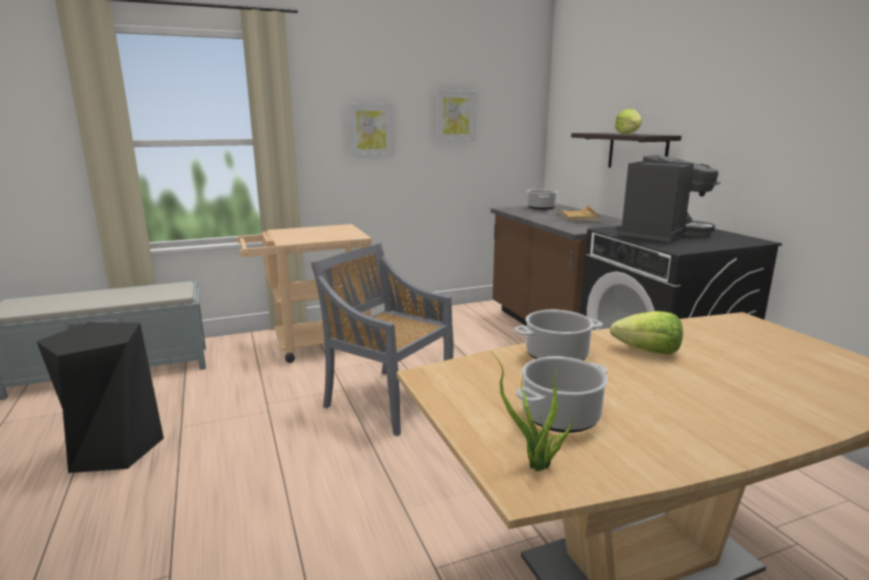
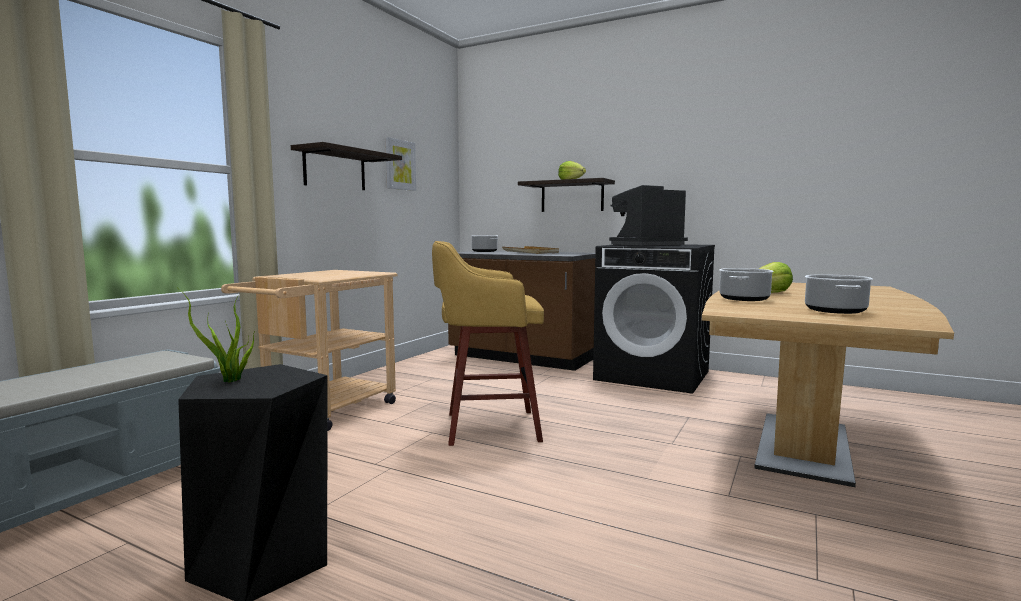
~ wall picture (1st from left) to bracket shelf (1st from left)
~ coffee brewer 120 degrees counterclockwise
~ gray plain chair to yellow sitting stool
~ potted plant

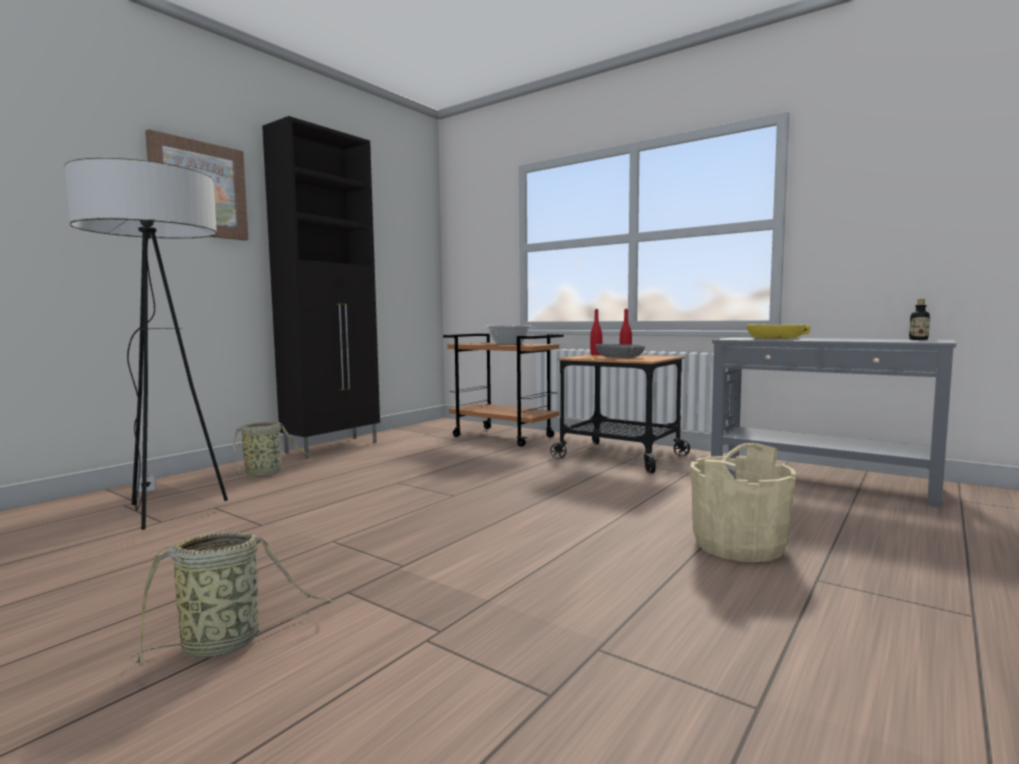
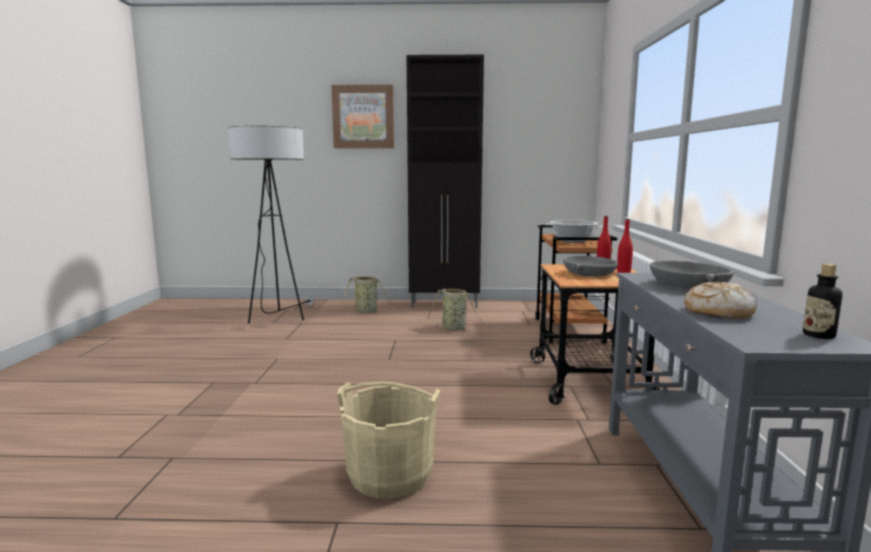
~ yellow deep dish to gray deep dish (2nd from left)
~ household basket (1st from left in the first image) to household basket (2nd from left)
+ baked bread

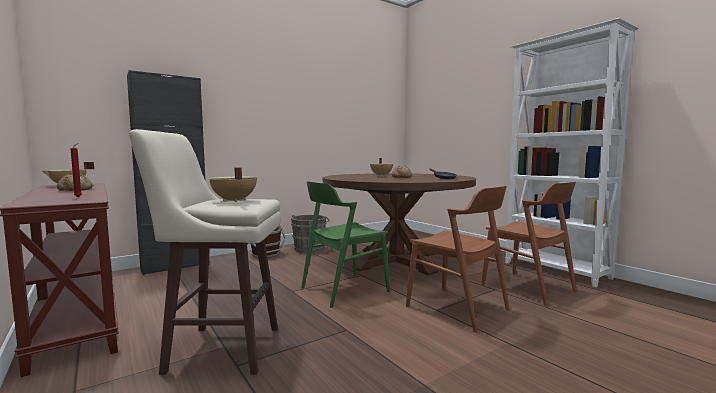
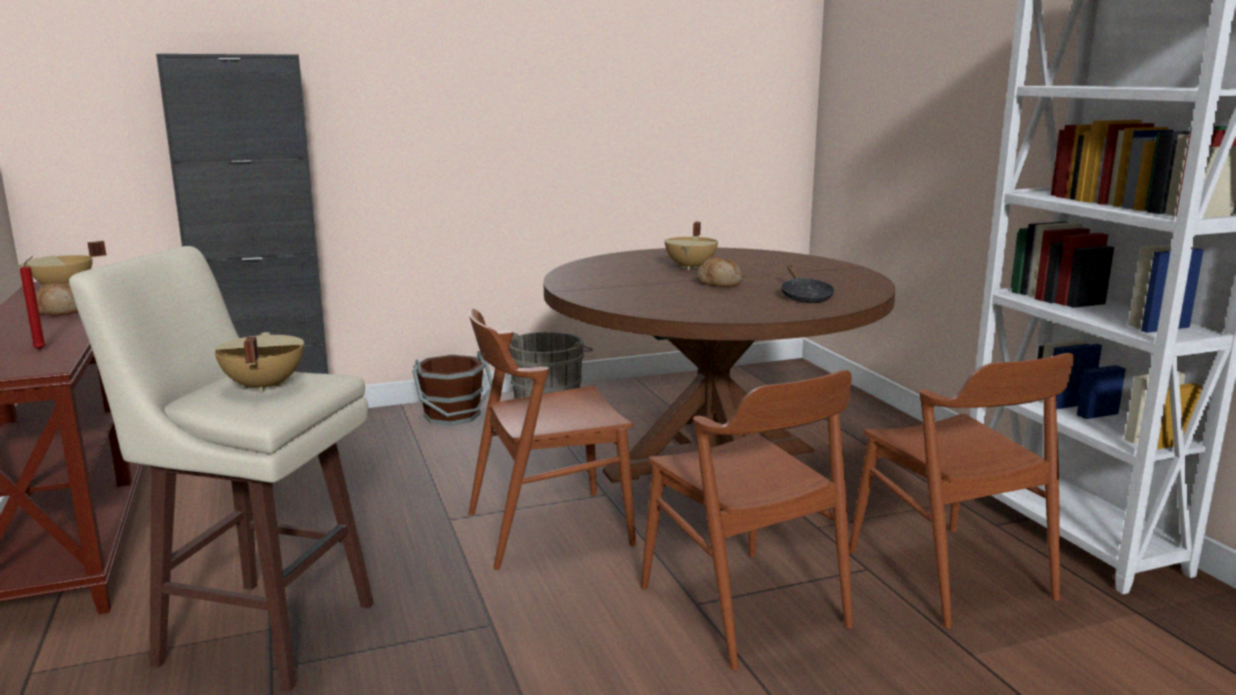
~ green-coloured plain chair to brown-coloured plain chair (1st from left)

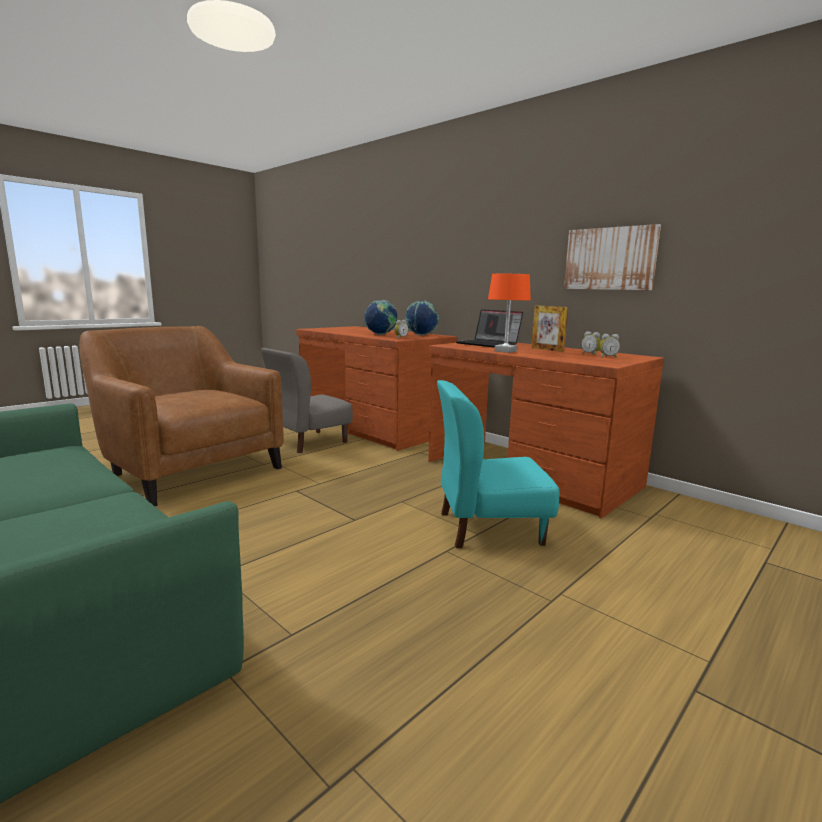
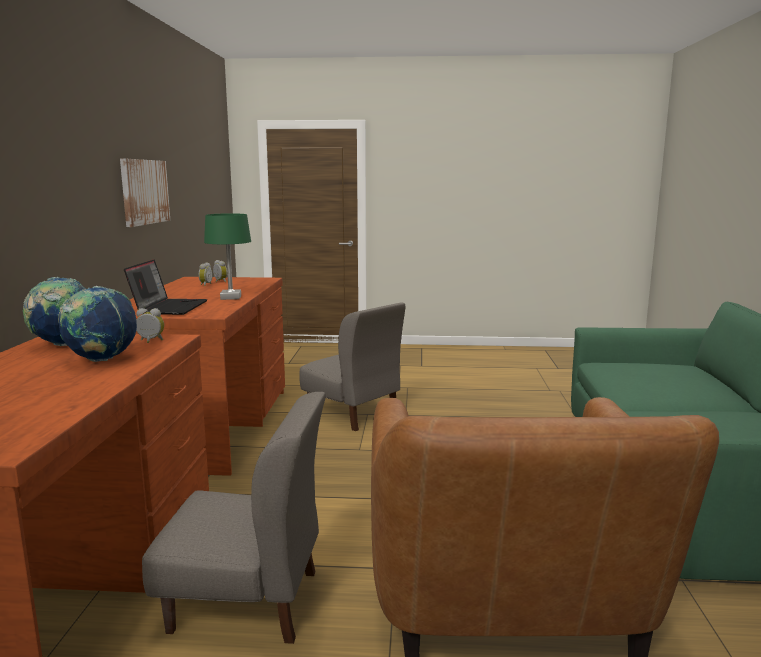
~ orange table lamp to green-coloured table lamp
- picture frame
~ turquoise plain chair to gray plain chair (2nd from left)

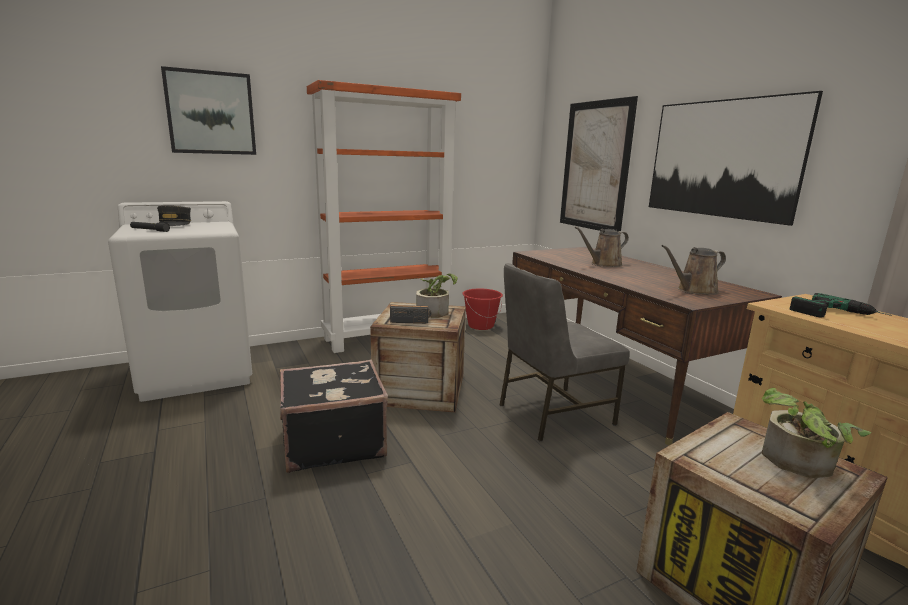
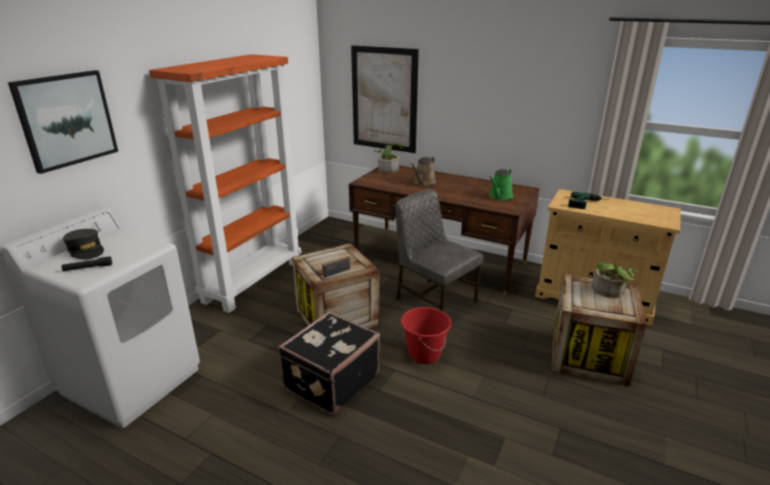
- wall picture (3rd from left)
~ brown-coloured watering can (2nd from left) to green-coloured watering can
~ gray plain chair 105 degrees clockwise
~ potted plant (1st from left)
~ red bucket

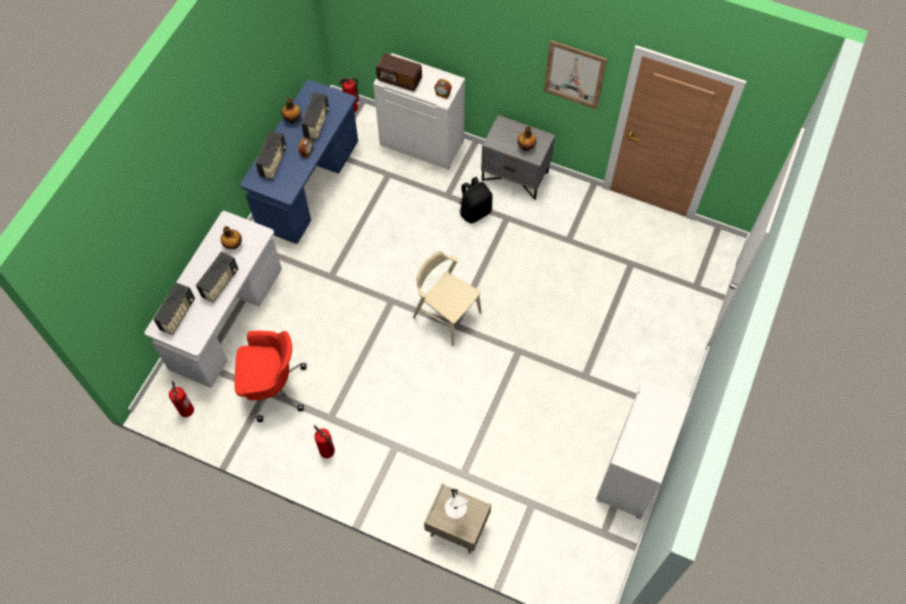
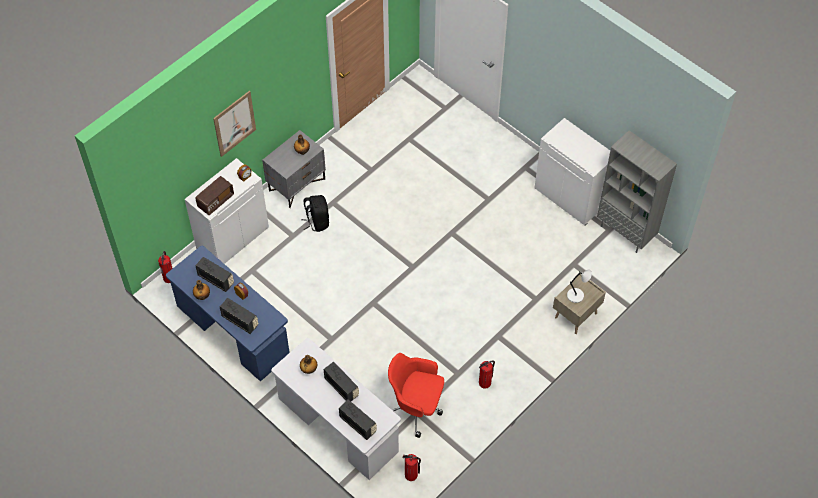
~ wall picture
- beige-coloured plain chair
~ red computer chair 90 degrees counterclockwise
+ gray shelving unit

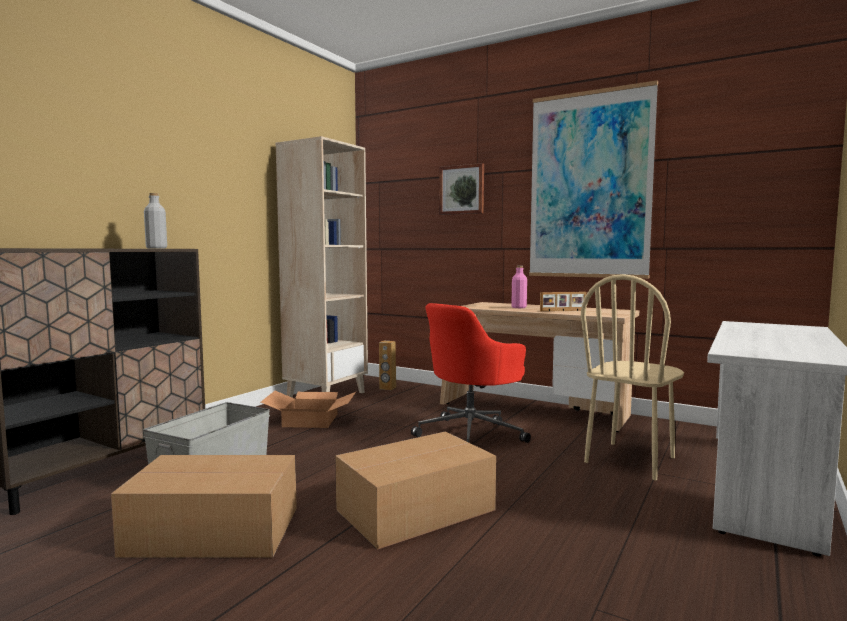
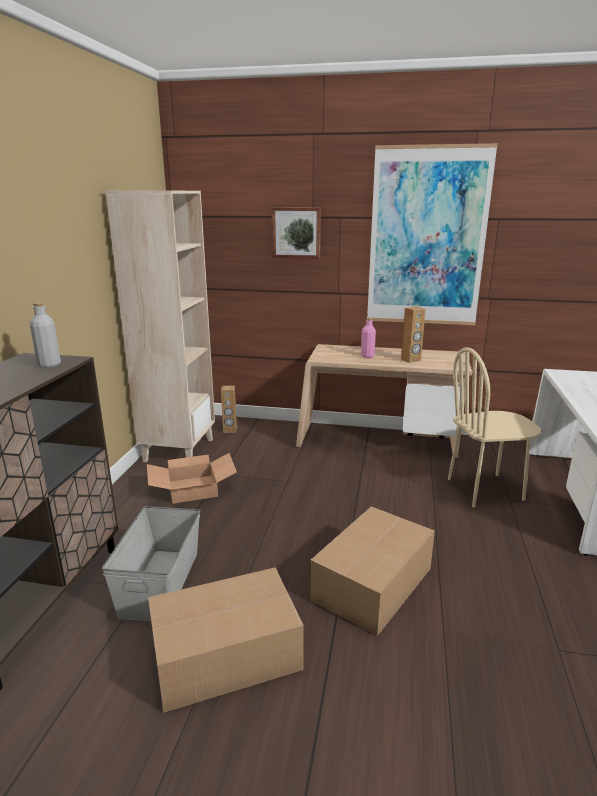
~ beige-coloured plain chair 60 degrees clockwise
~ picture frame to brown-coloured audio speaker (2nd from left)
- red computer chair

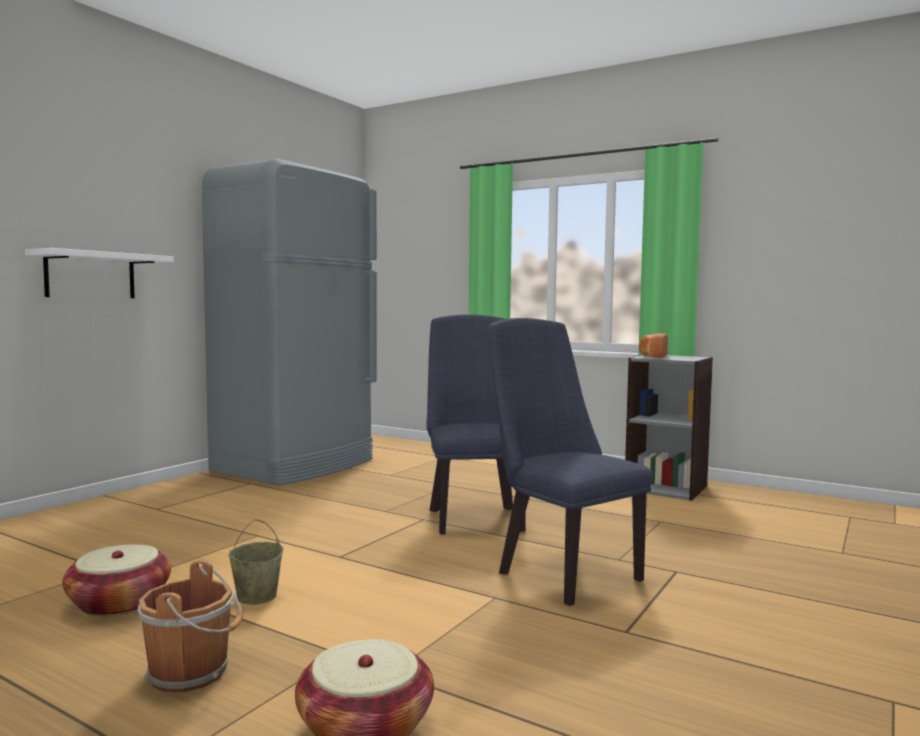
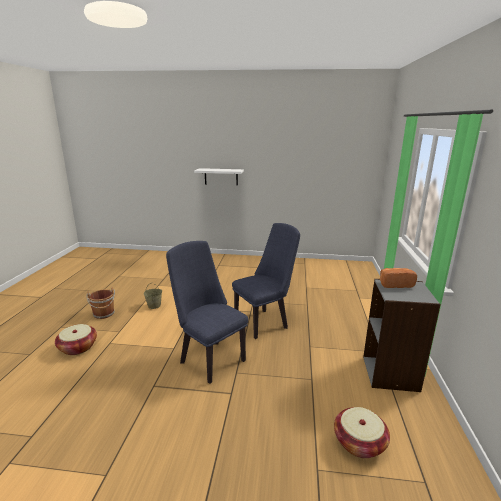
- gray refrigerator
~ blue plain chair (2nd from left in the first image) 75 degrees counterclockwise
~ household basket (1st from left in the first image) to household basket (2nd from left)

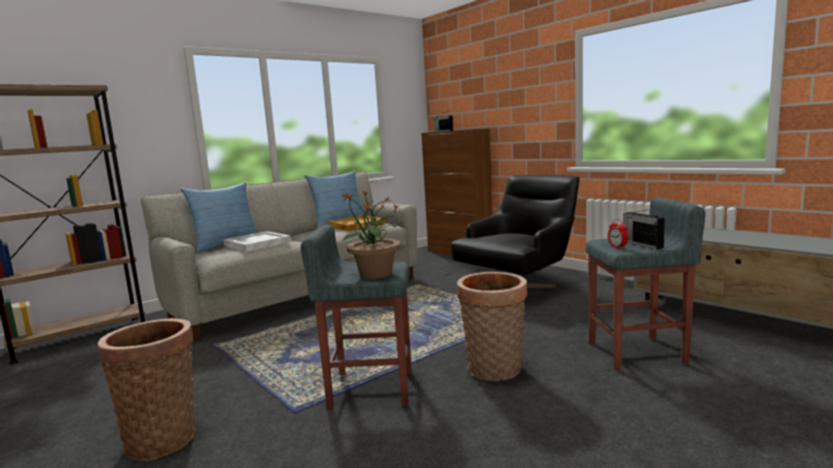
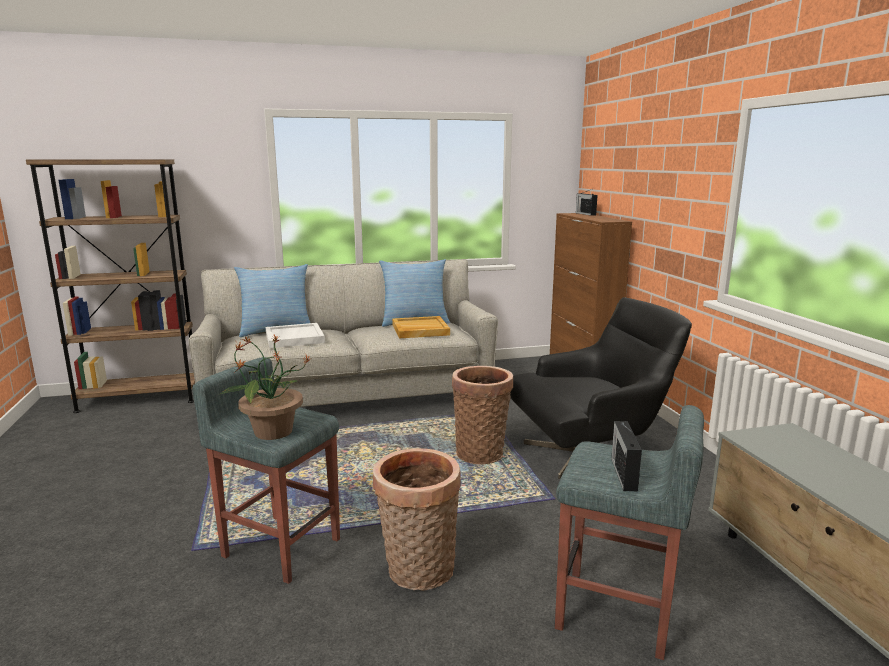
- table clock
~ household basket (1st from left in the first image) to household basket (2nd from left)

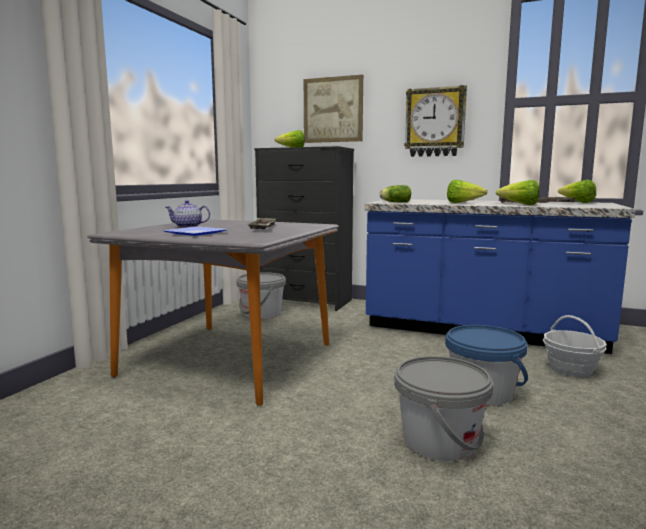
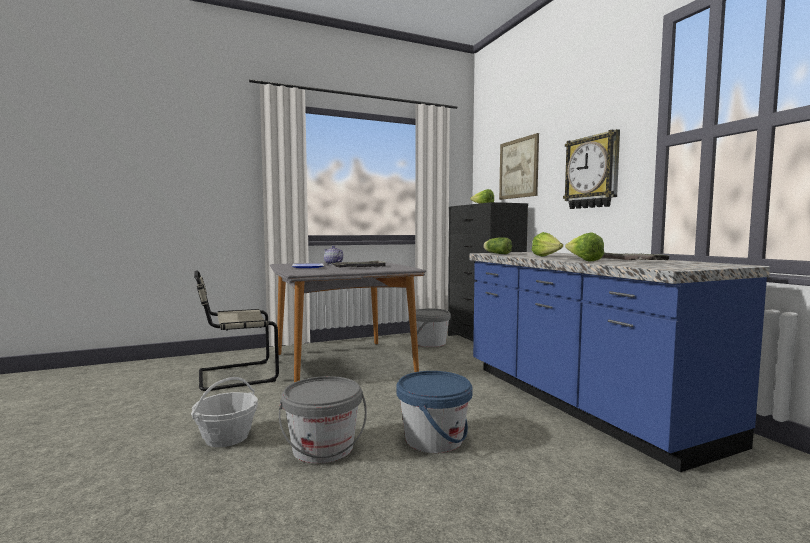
- lettuce (5th from left)
~ household basket
+ beige-coloured plain chair

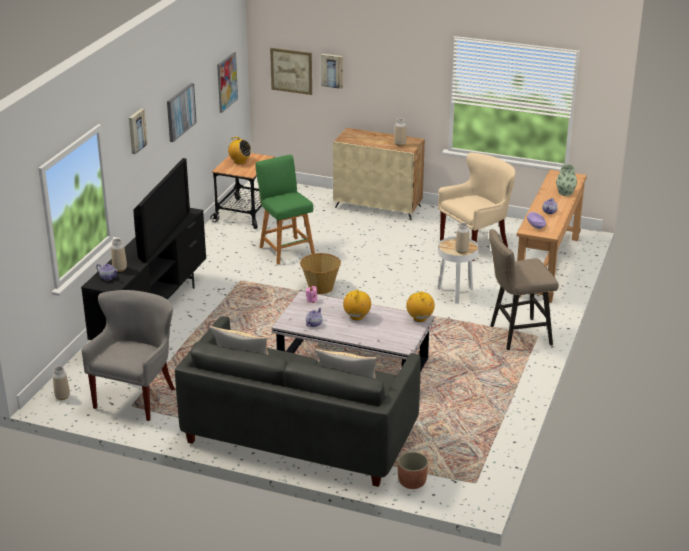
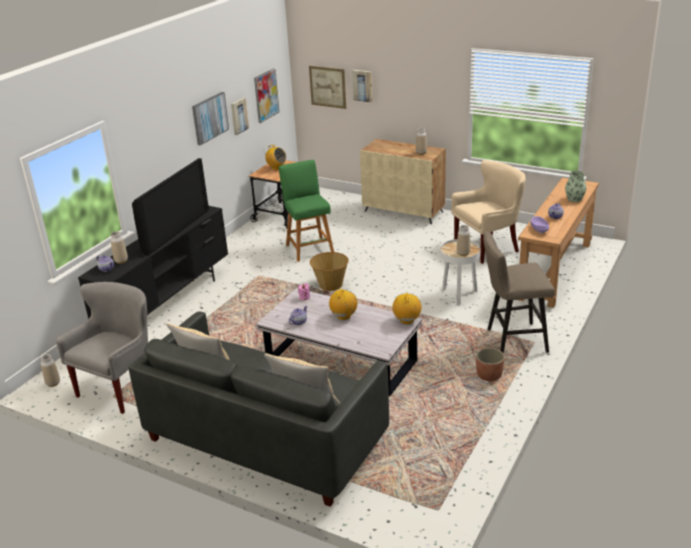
~ wall picture (1st from left in the first image) to wall picture (2nd from left)
~ flower pot

